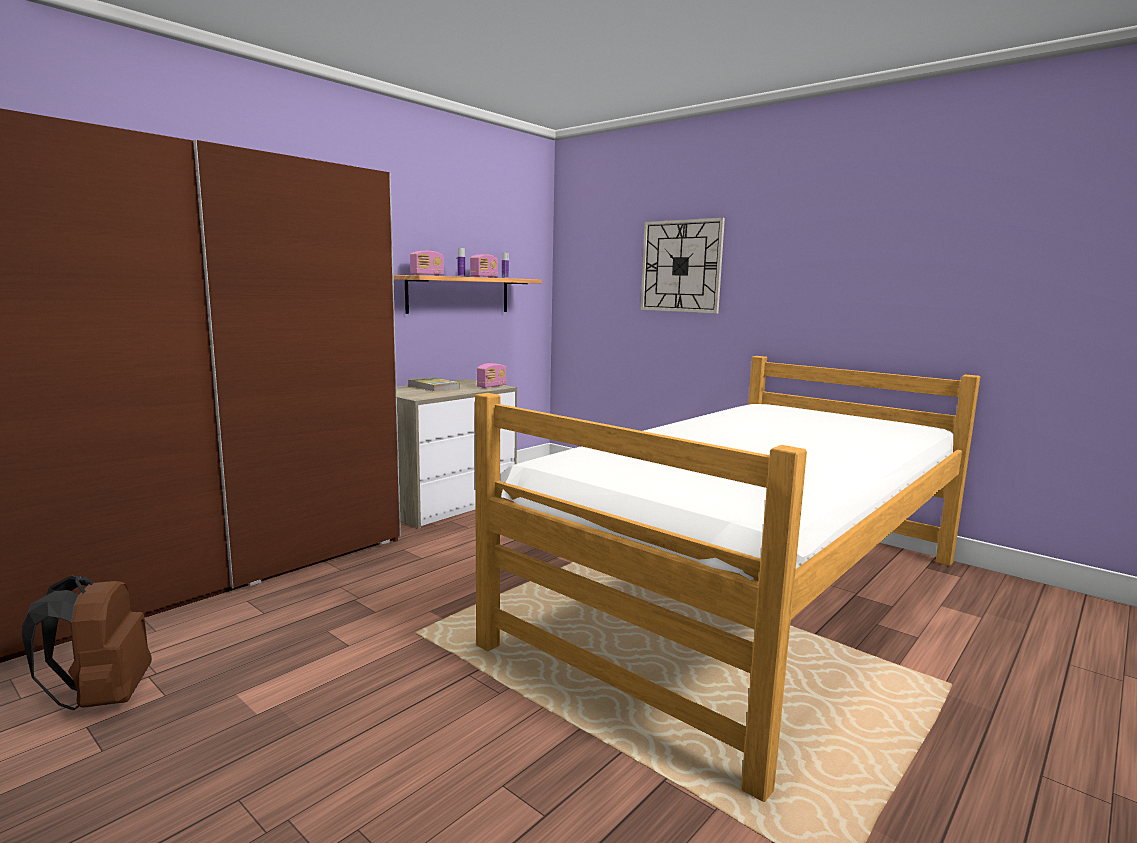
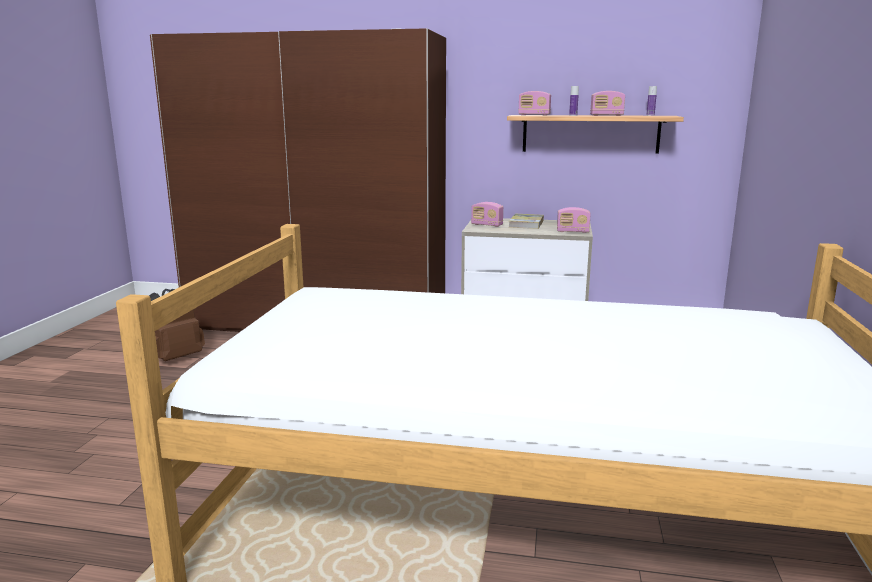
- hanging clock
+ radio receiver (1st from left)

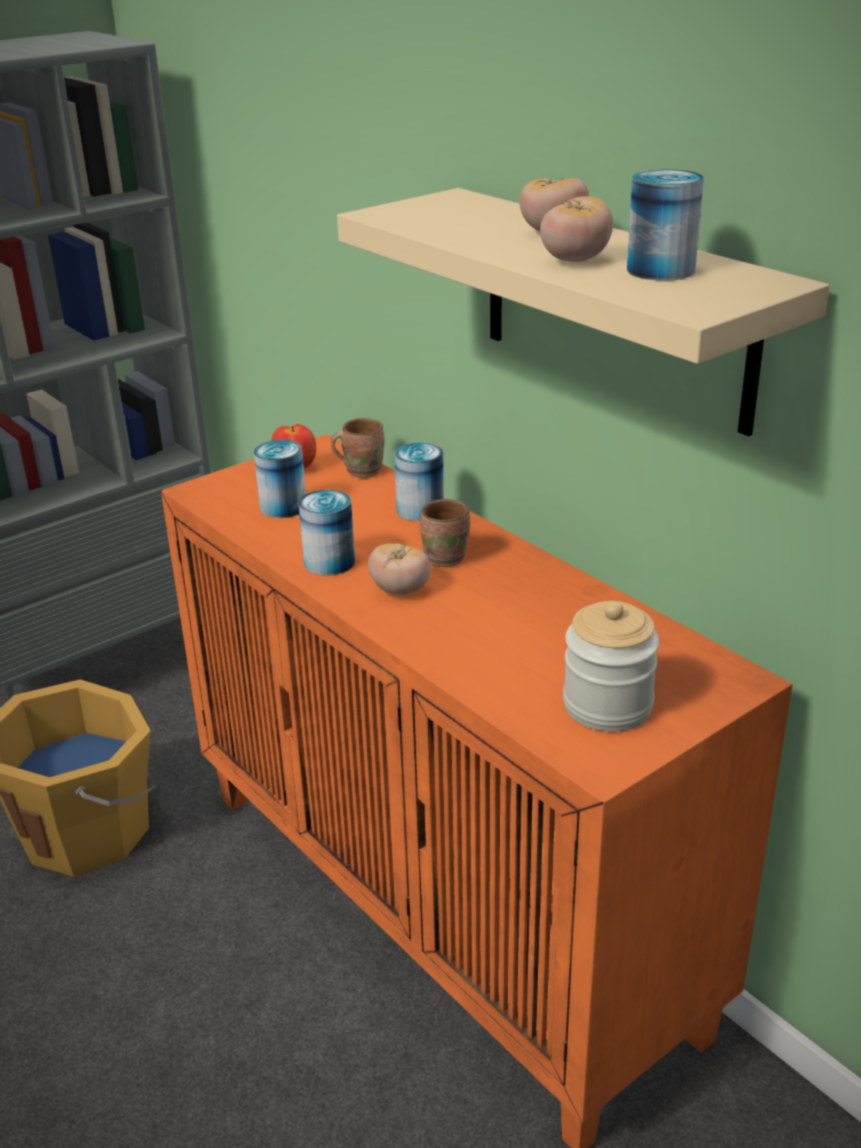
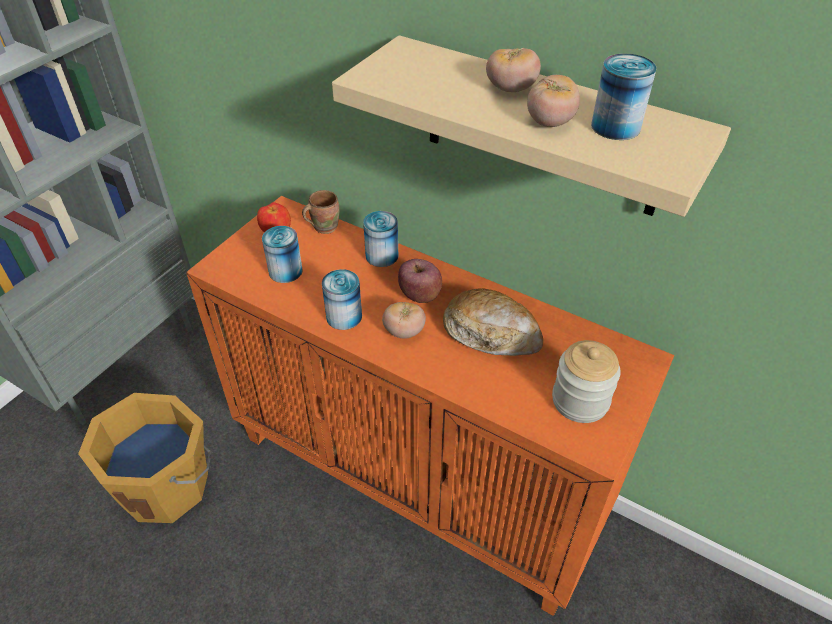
~ brown-coloured mug (2nd from left) to apple fruit (2nd from left)
+ baked bread

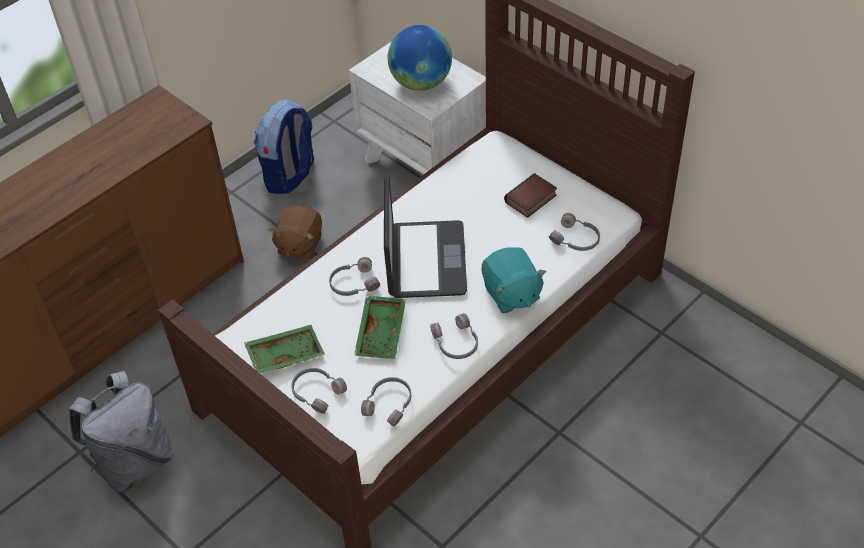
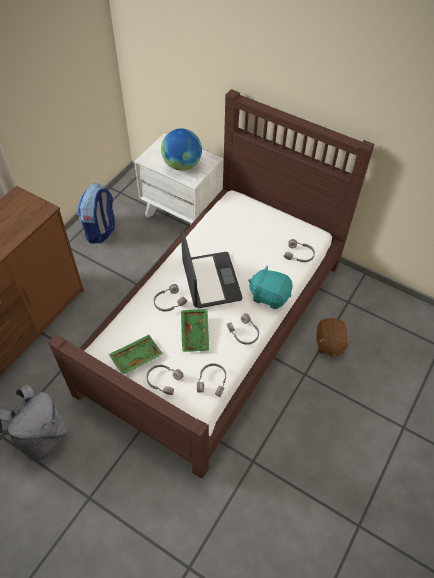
- bound book
~ brown-coloured plush toy
~ turquoise plush toy 150 degrees clockwise

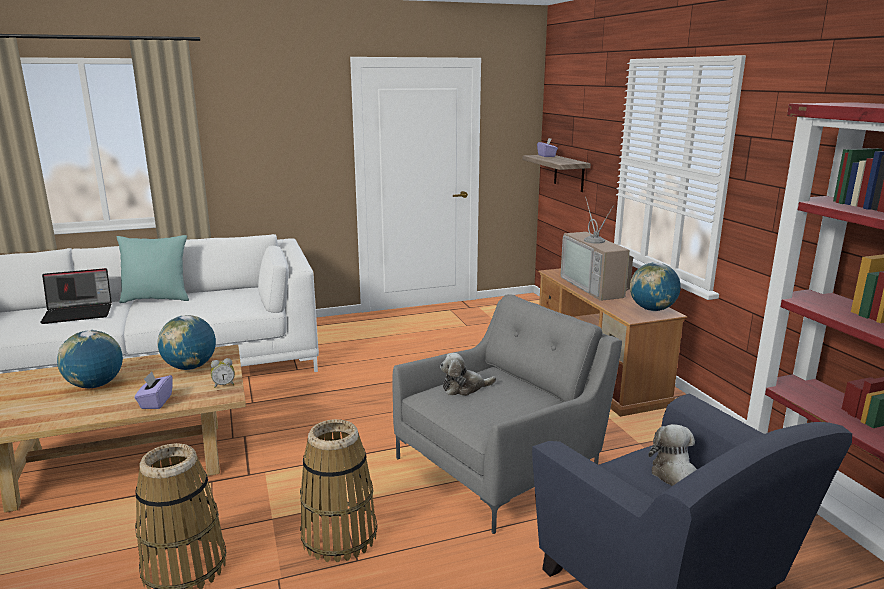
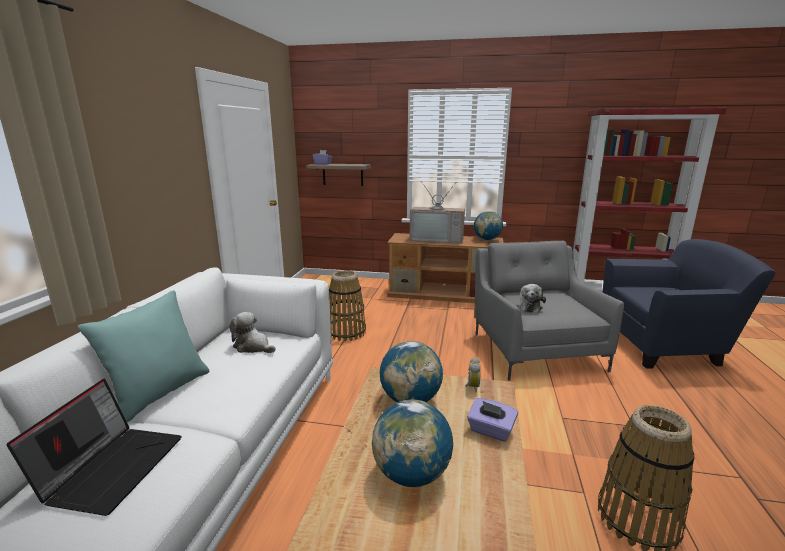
~ household basket (2nd from left in the first image) to household basket (1st from left)
~ plush toy (2nd from left in the first image) to plush toy (1st from left)

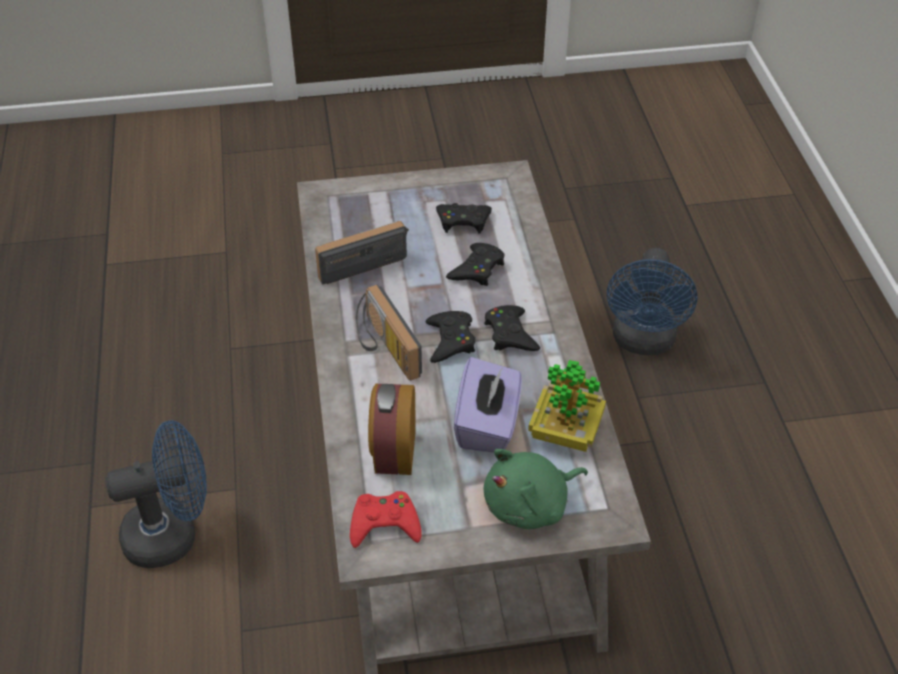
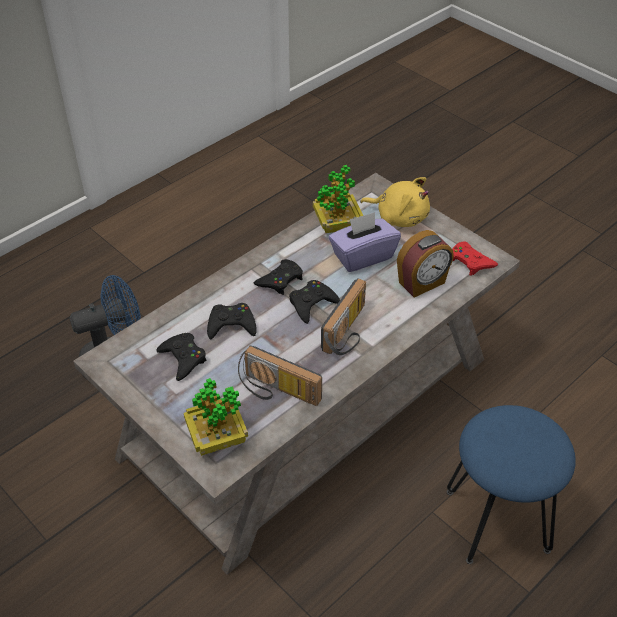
~ blue cooling fan (1st from left) to blue sitting stool
~ green-coloured plush toy to yellow plush toy
+ potted plant (1st from left)

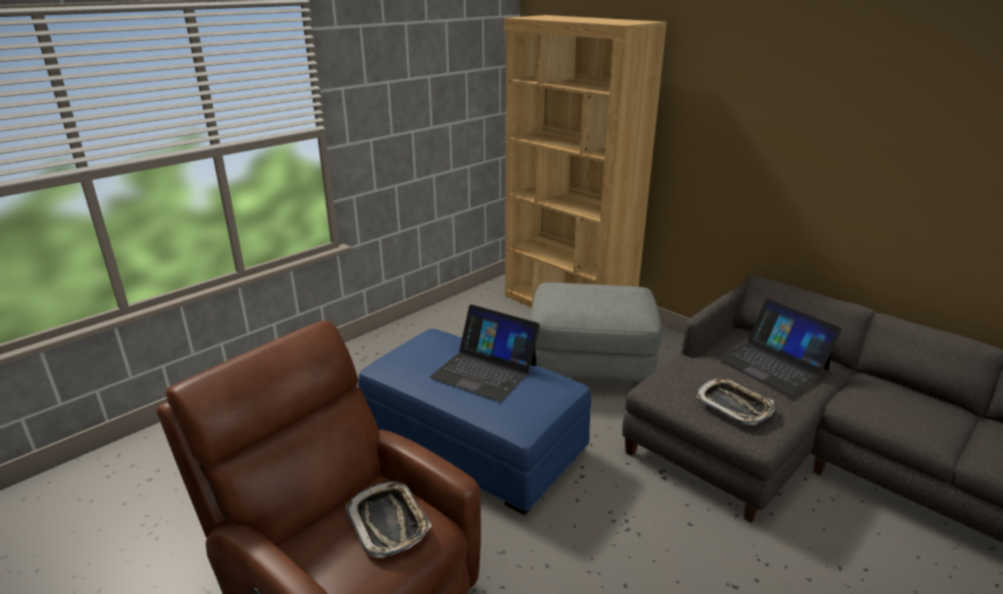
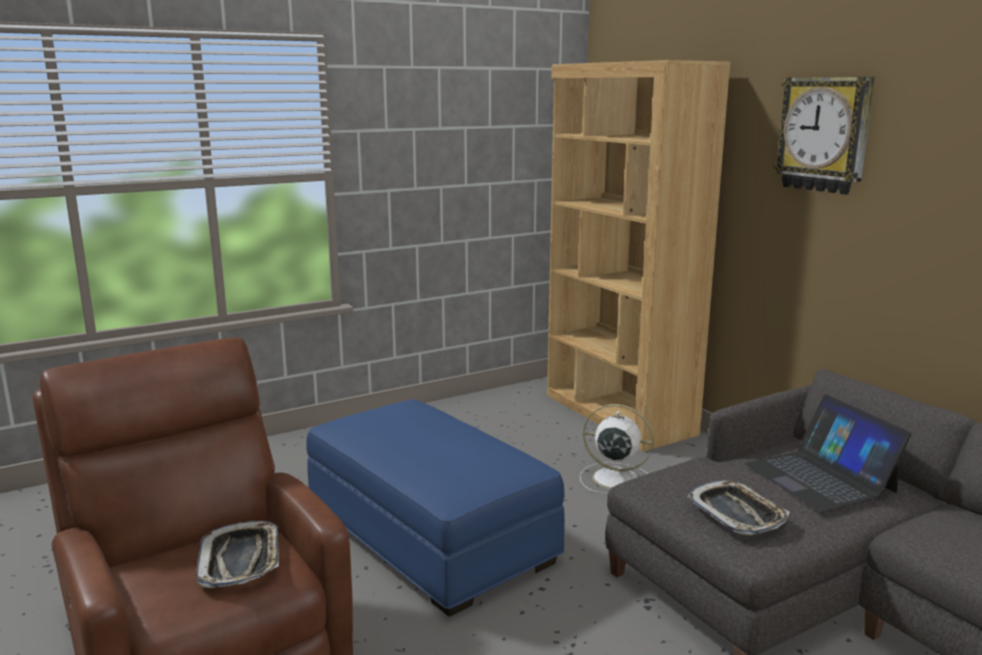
~ gray ottoman to whitish cooling fan
- laptop (1st from left)
+ hanging clock

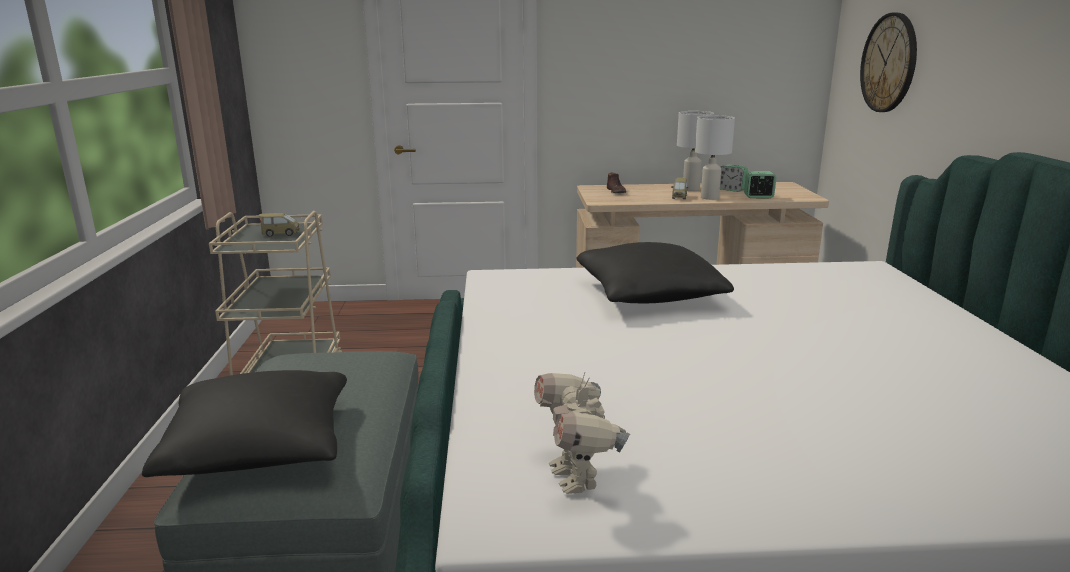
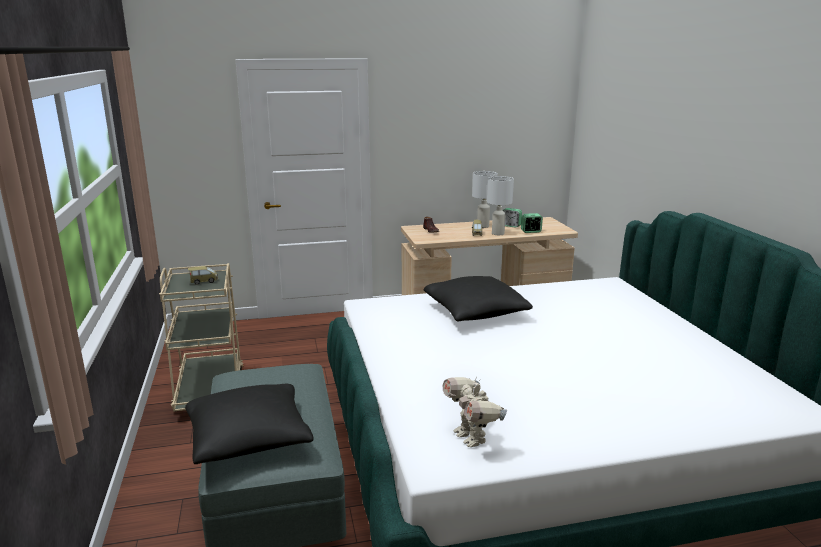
- hanging clock

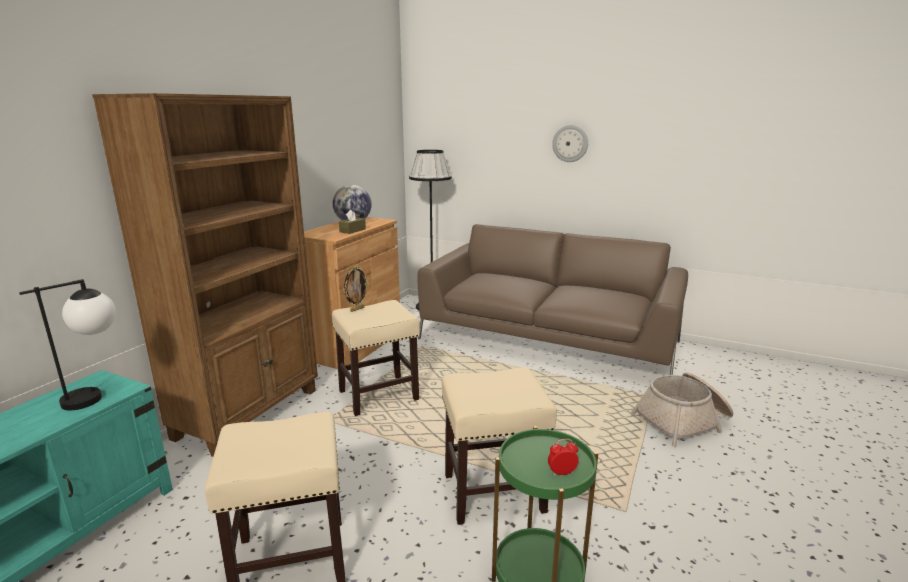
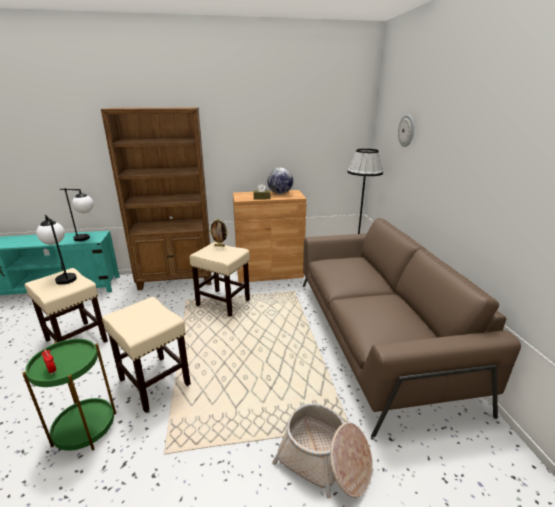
~ hanging clock
+ table lamp (1st from left)

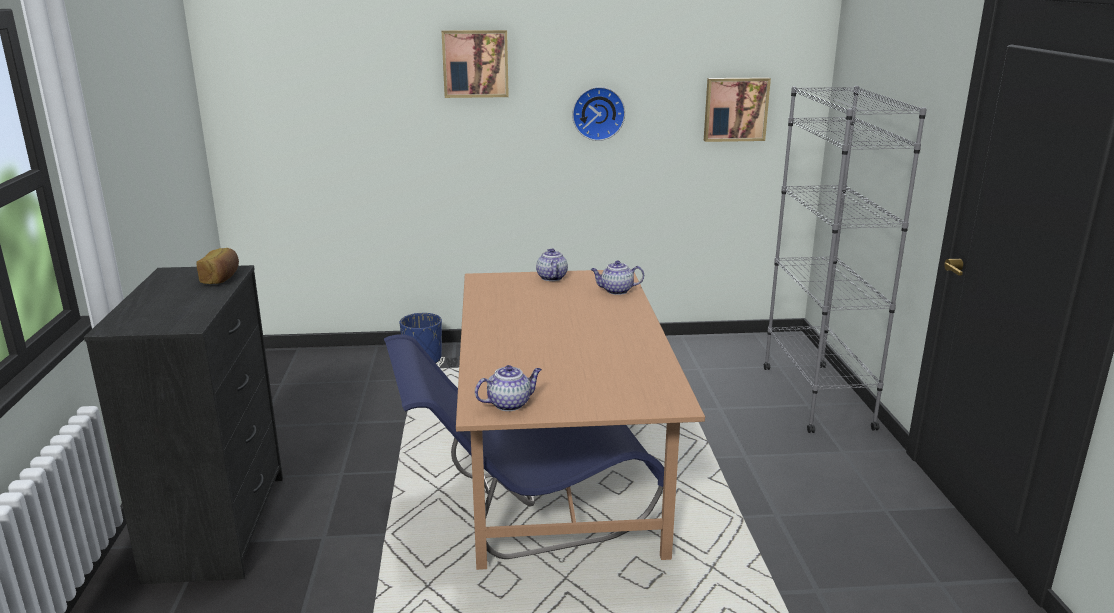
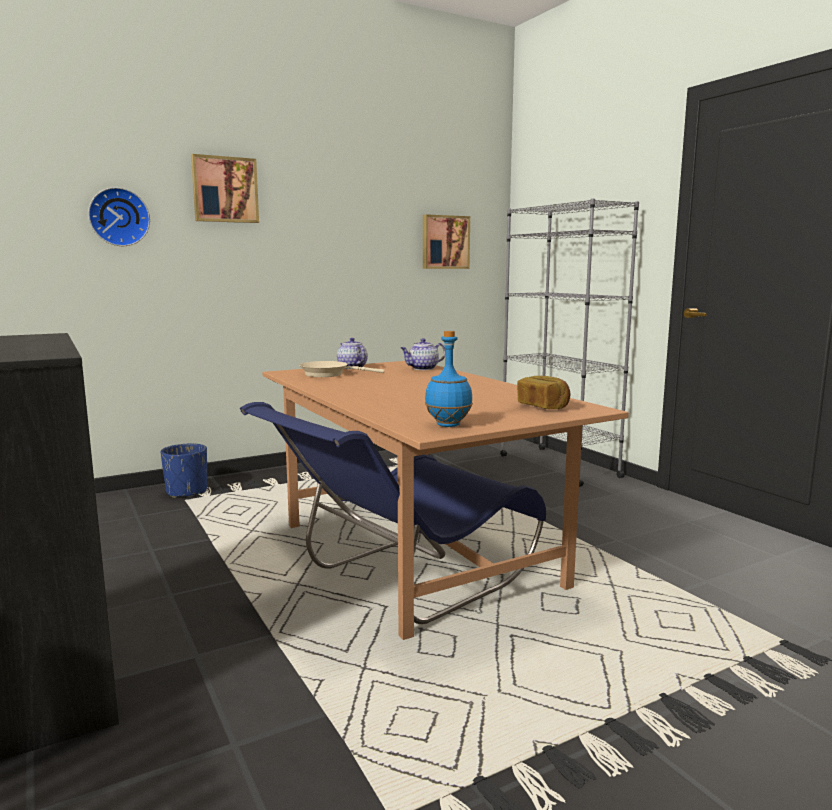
~ hanging clock
~ baked bread
~ pot for tea (1st from left) to blue beverage bottle
+ beige-coloured skillet

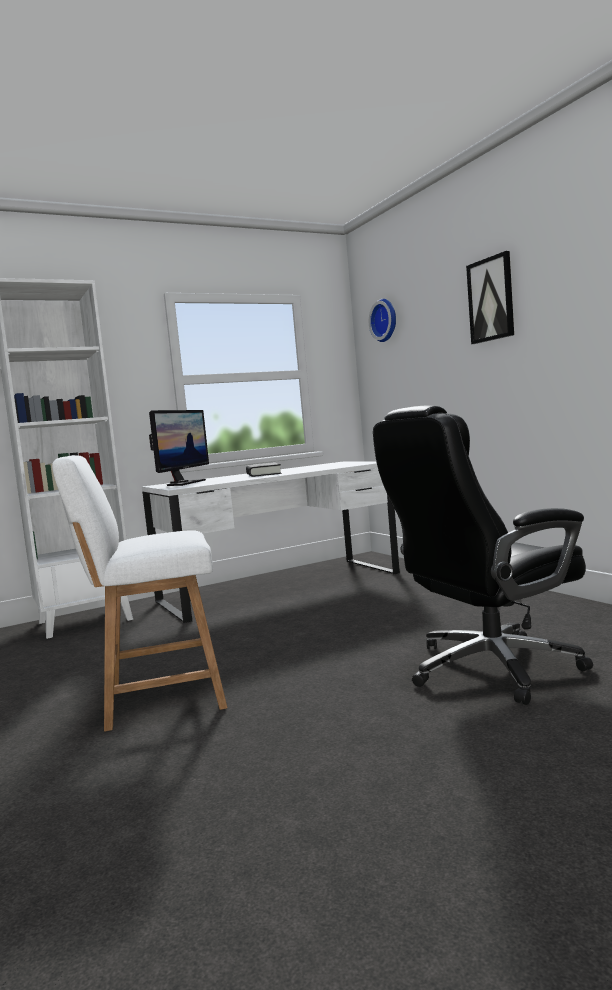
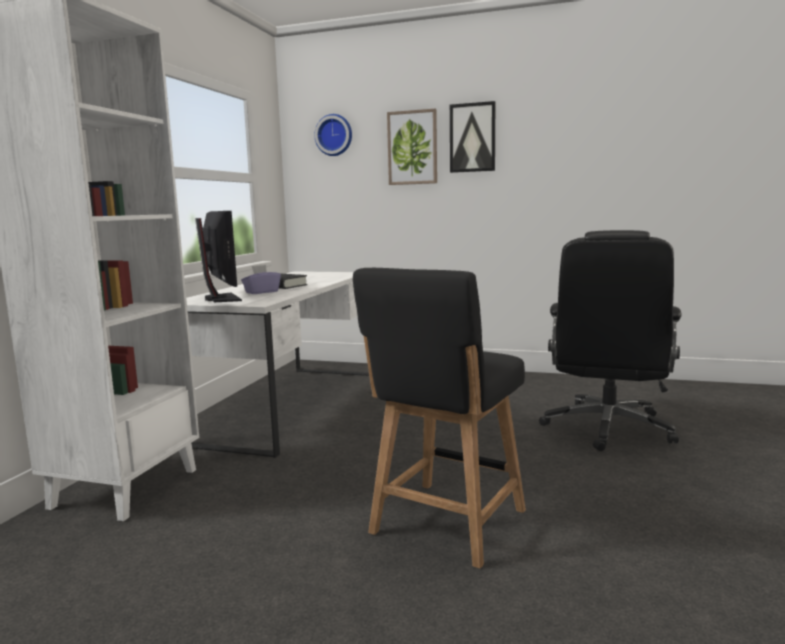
~ whitish plain chair to black-coloured plain chair
+ wall picture (1st from left)
+ purple-coloured box of tissues

